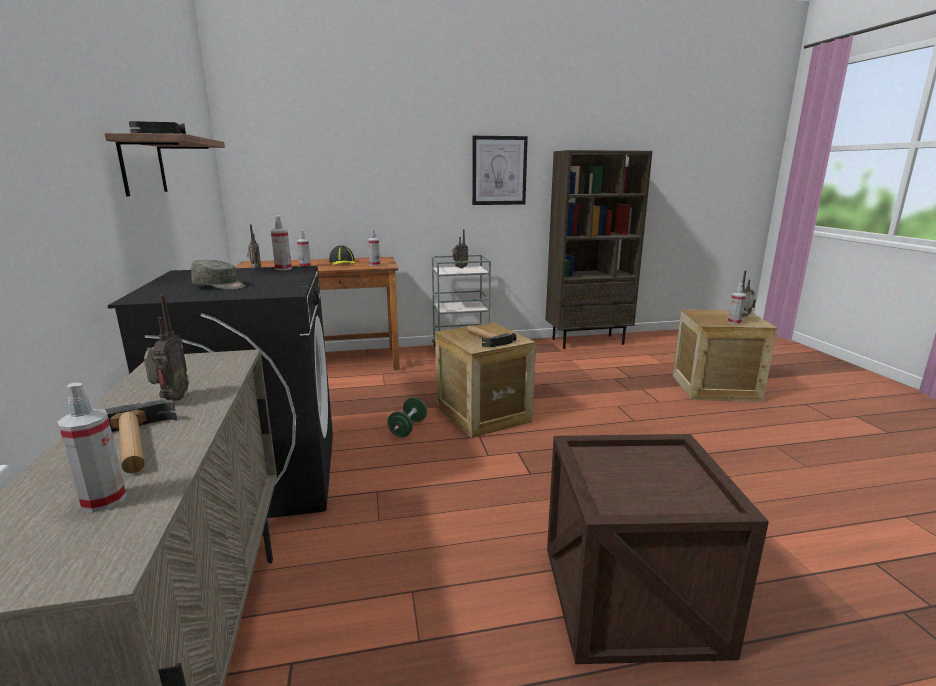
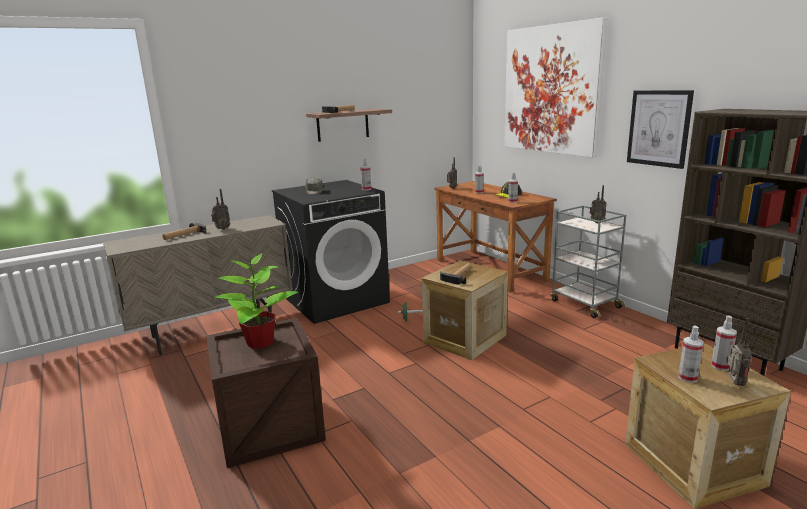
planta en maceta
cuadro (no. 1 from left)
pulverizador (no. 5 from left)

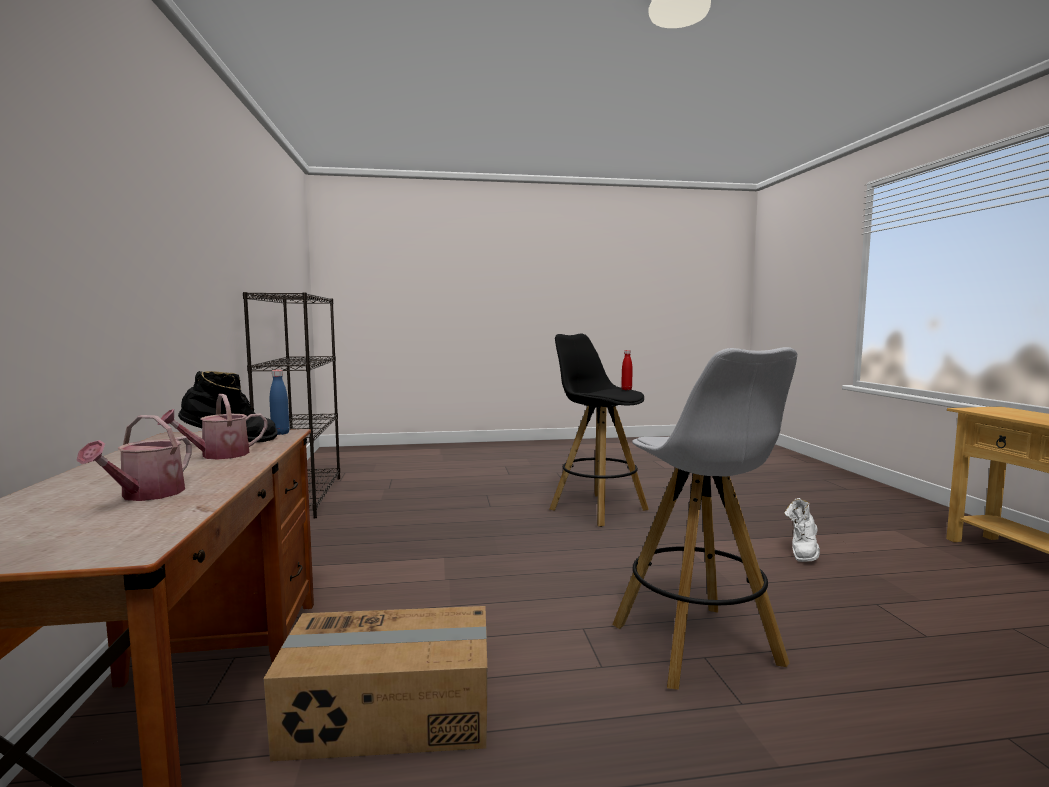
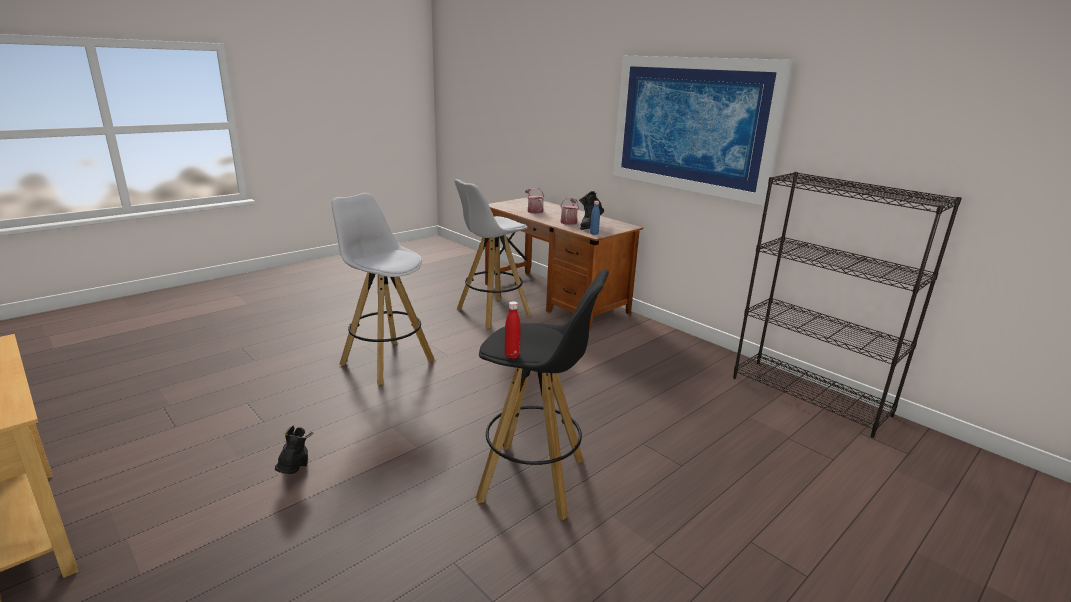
bota [negro] (no. 1 from left)
taburete [blanco] (no. 2 from left)
cuadro

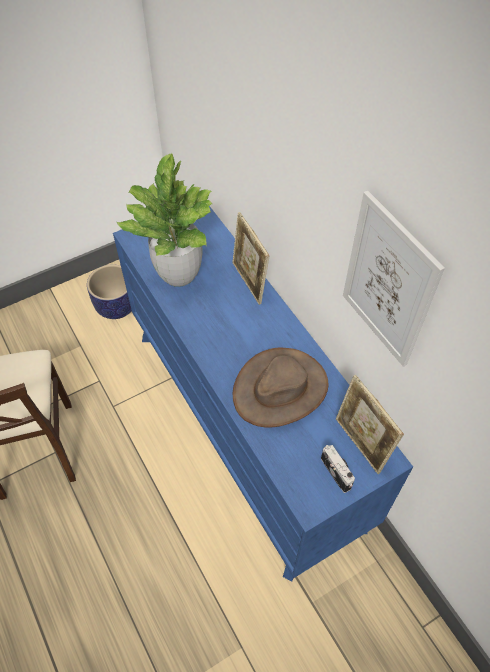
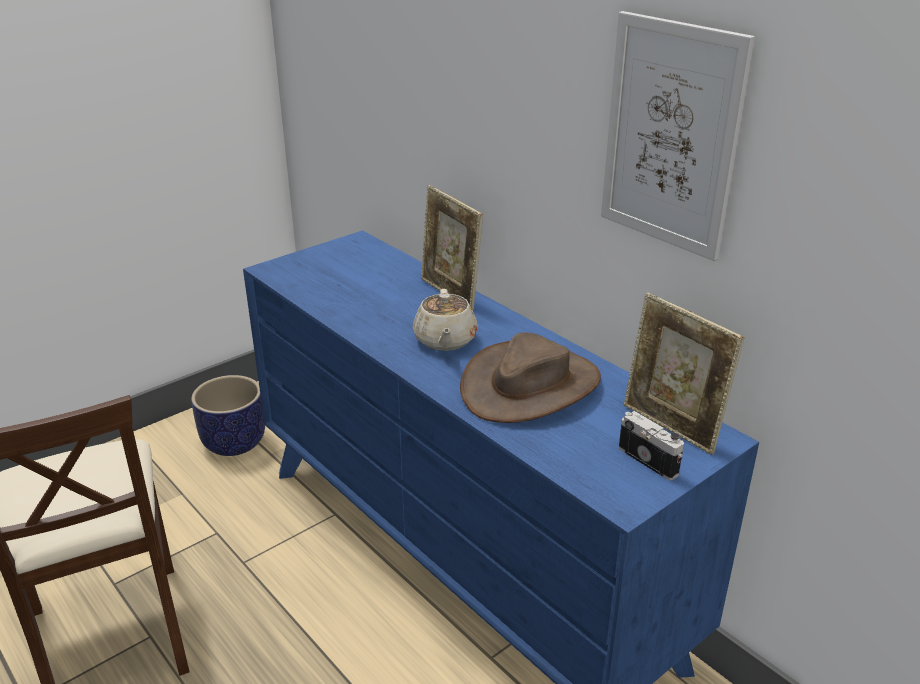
tetera [beis]
planta en maceta

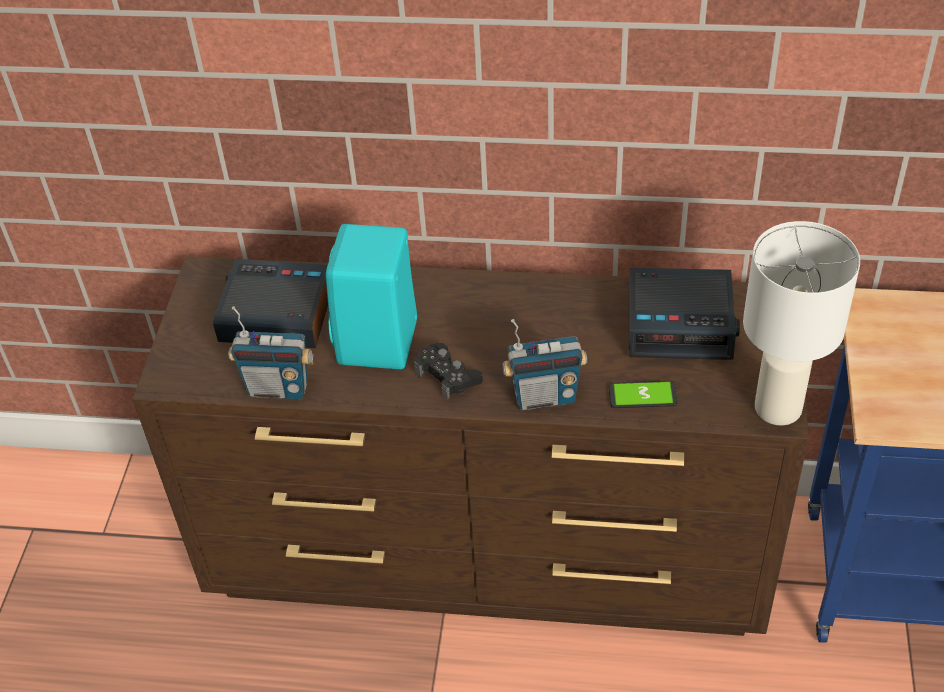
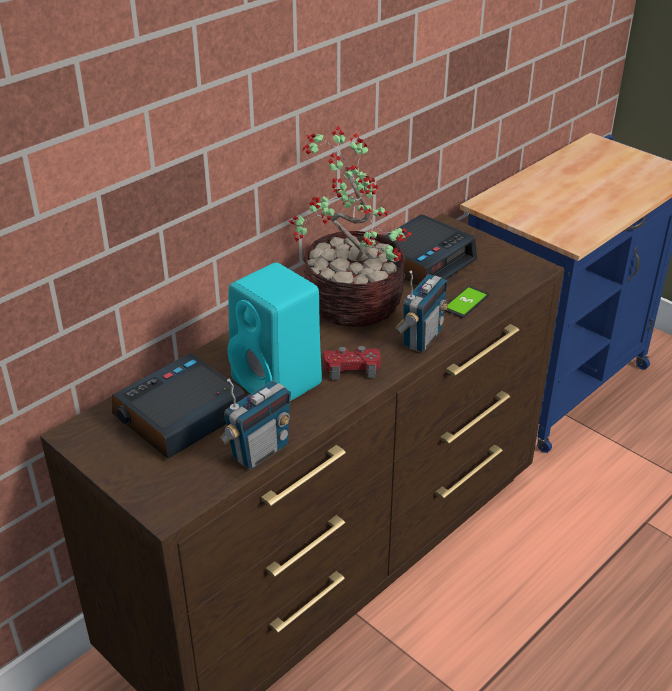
planta en maceta
mando de consola [rojo]
lámpara de mesa [blanco]

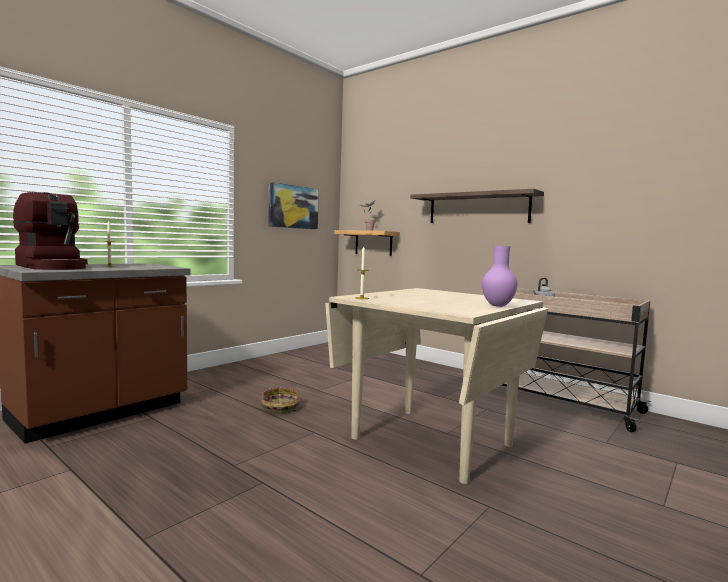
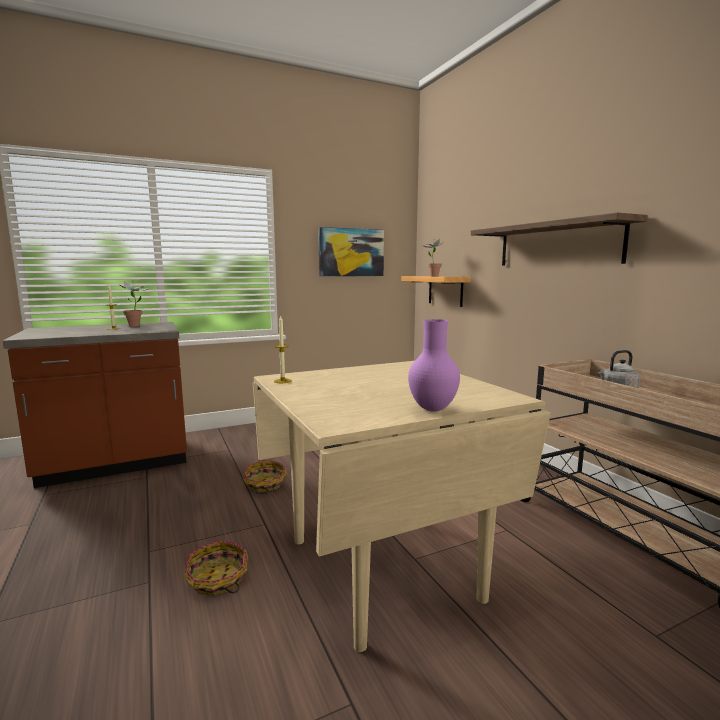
planta en maceta (no. 1 from left)
cesta (no. 1 from left)
cafetera

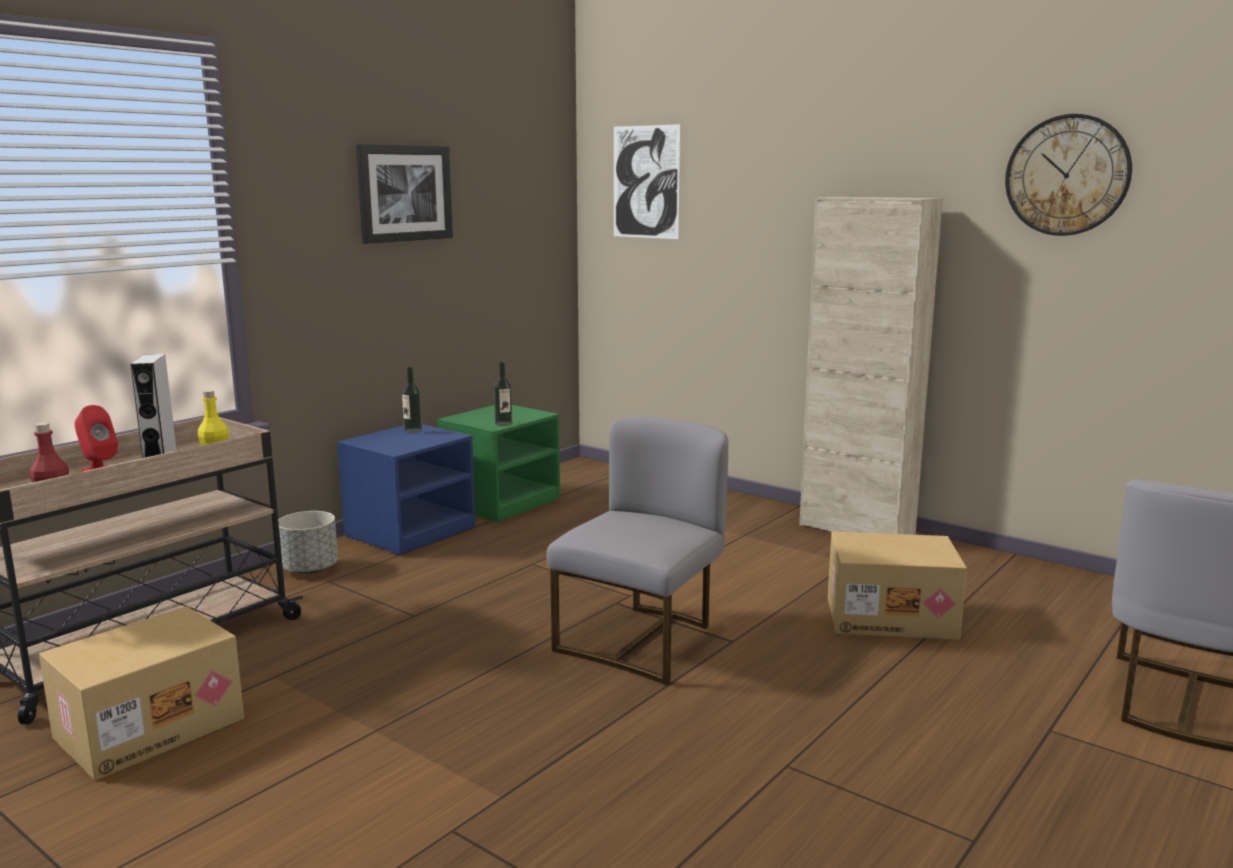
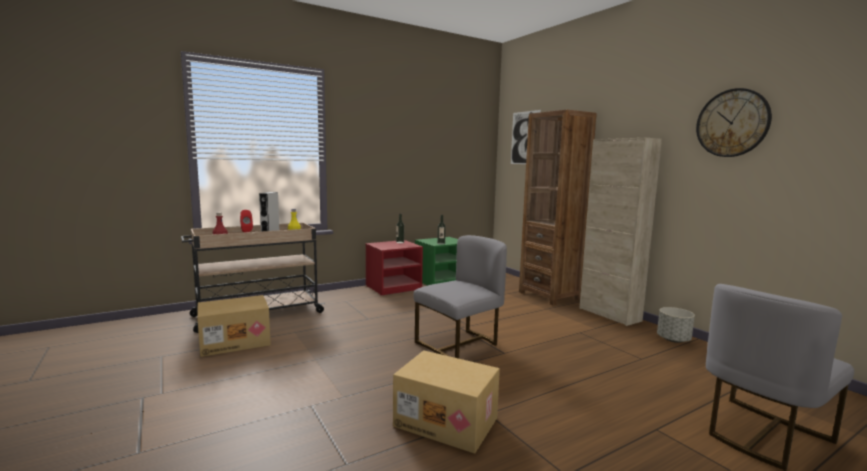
mesita de noche [rojo]
caja de cartón (no. 2 from left)
estantería [marrón]
maceta [gris]
cuadro (no. 1 from left in the first image)

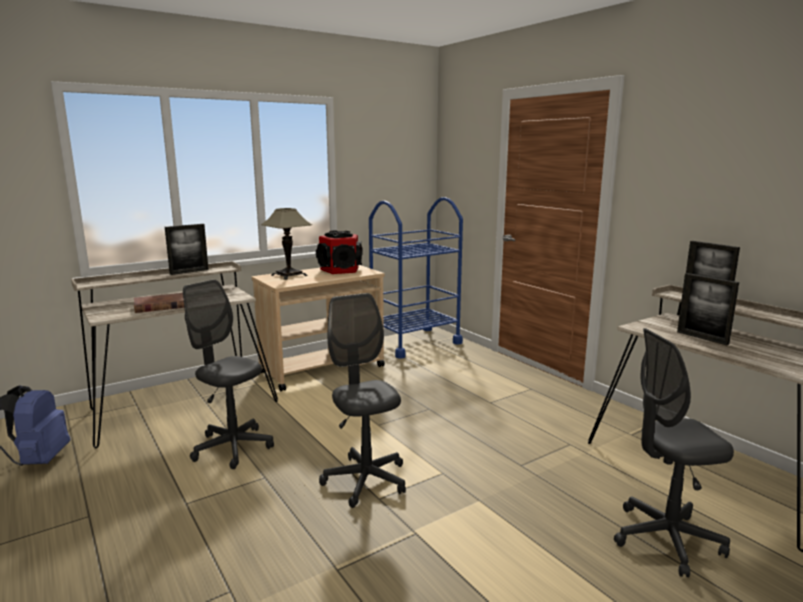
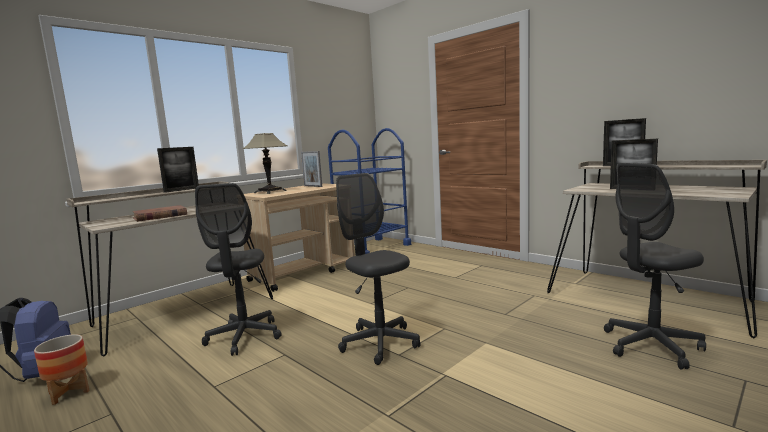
maceta
silla de oficina [gris] (no. 1 from left)
portarretratos (no. 2 from left)

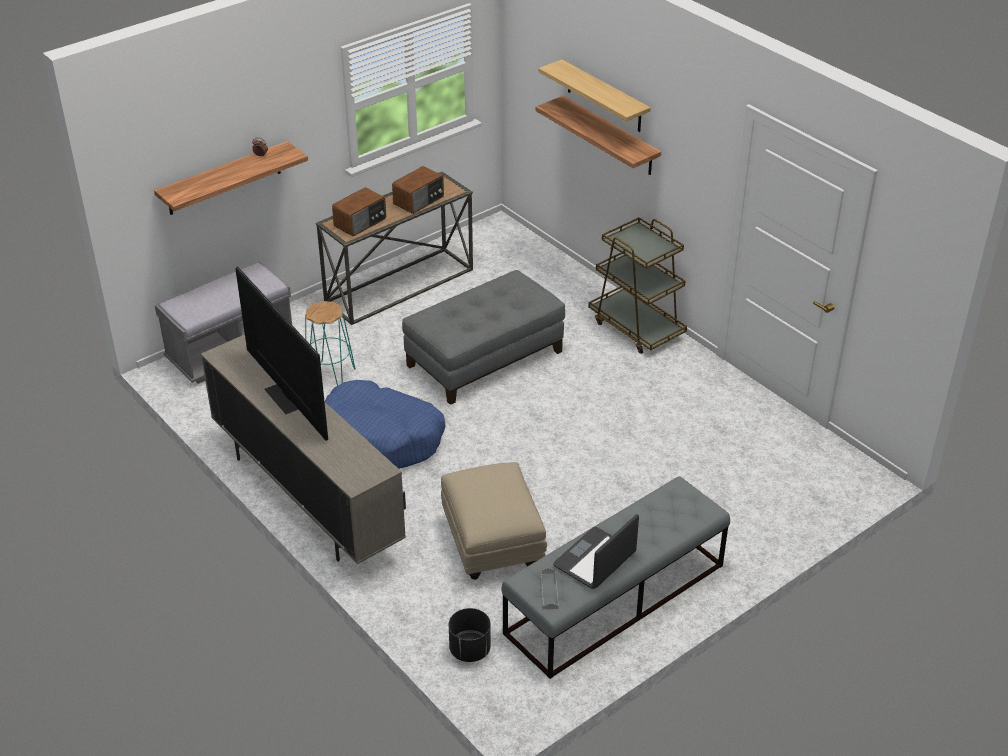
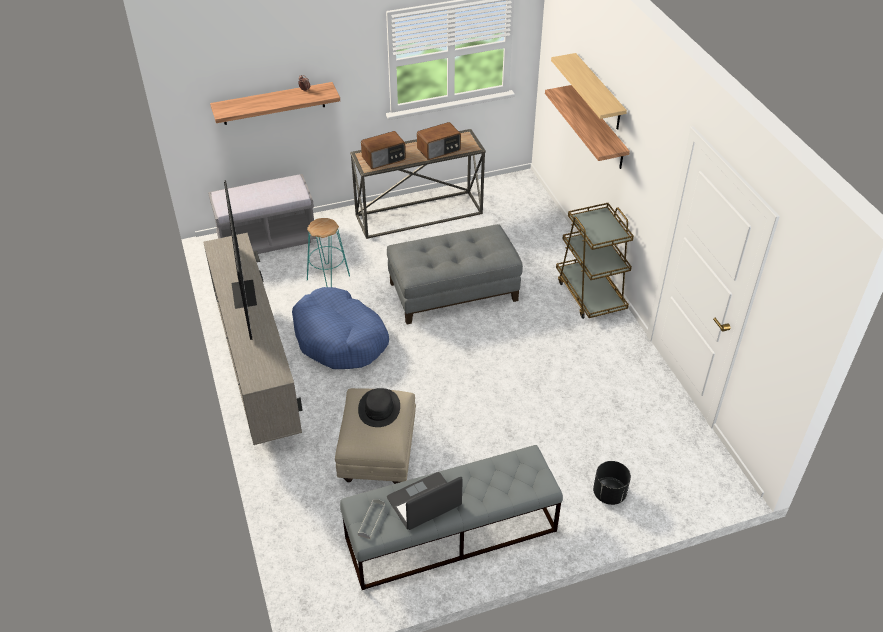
sombrero [negro]
maceta [negro]

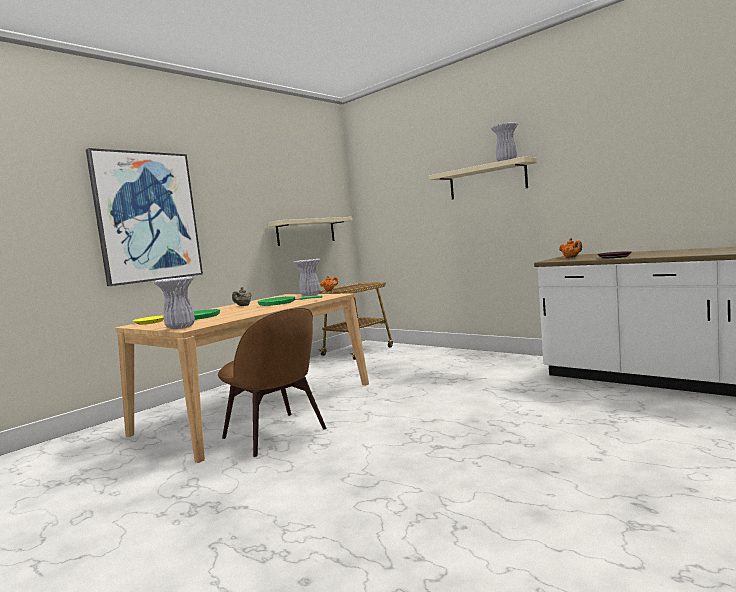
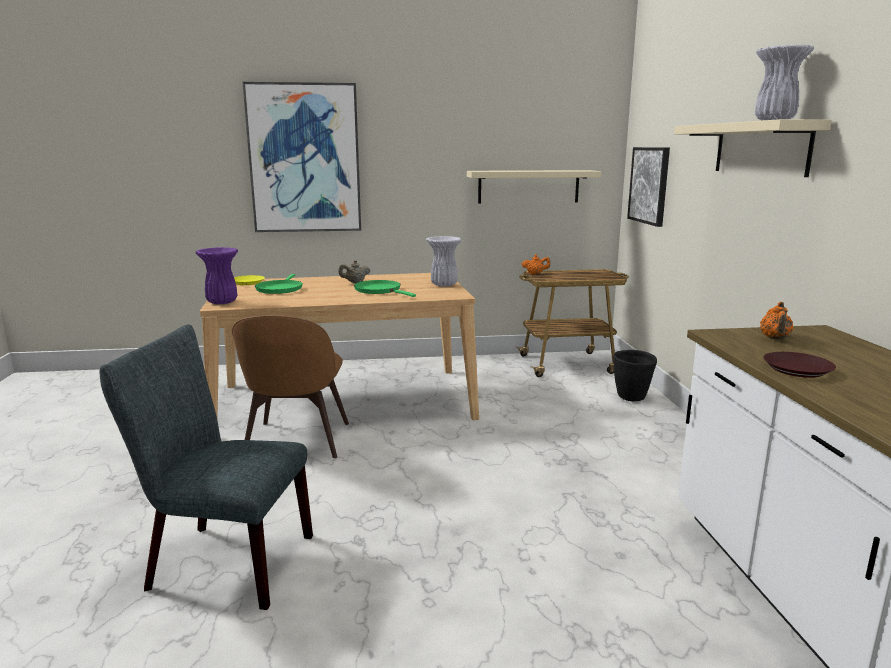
silla [gris]
florero [morado]
maceta [negro]
cuadro (no. 2 from left)

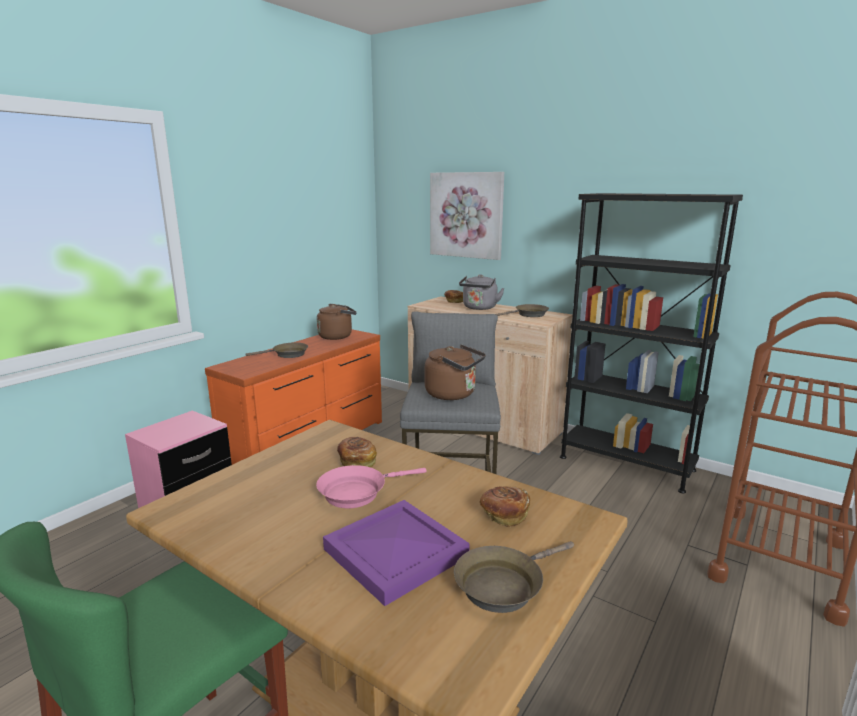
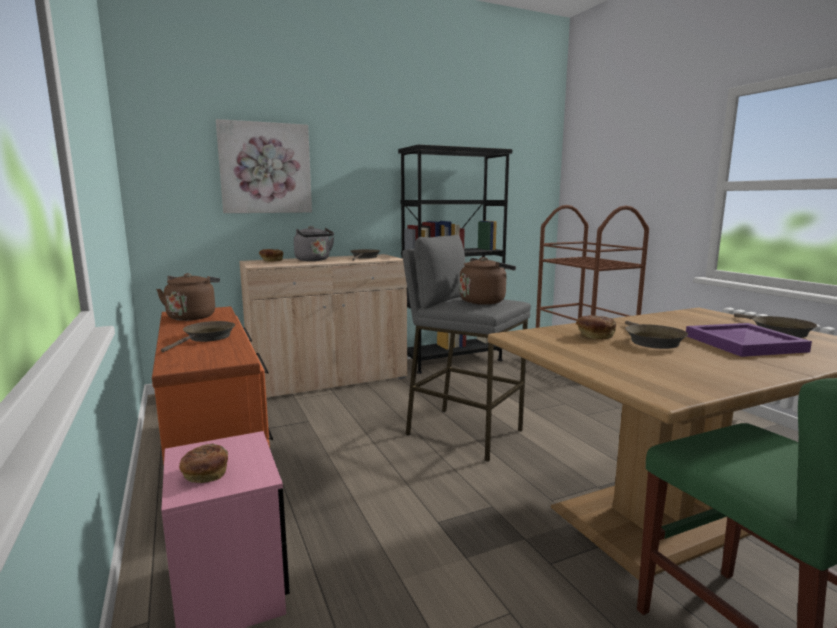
pan (no. 1 from left)
sartén [marrón] (no. 3 from left)

